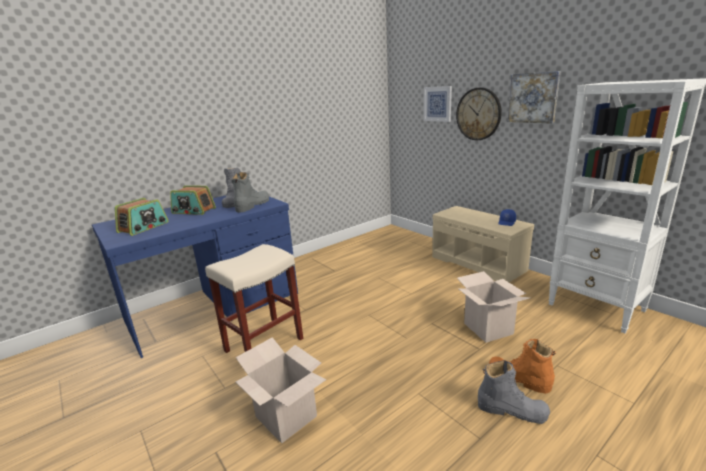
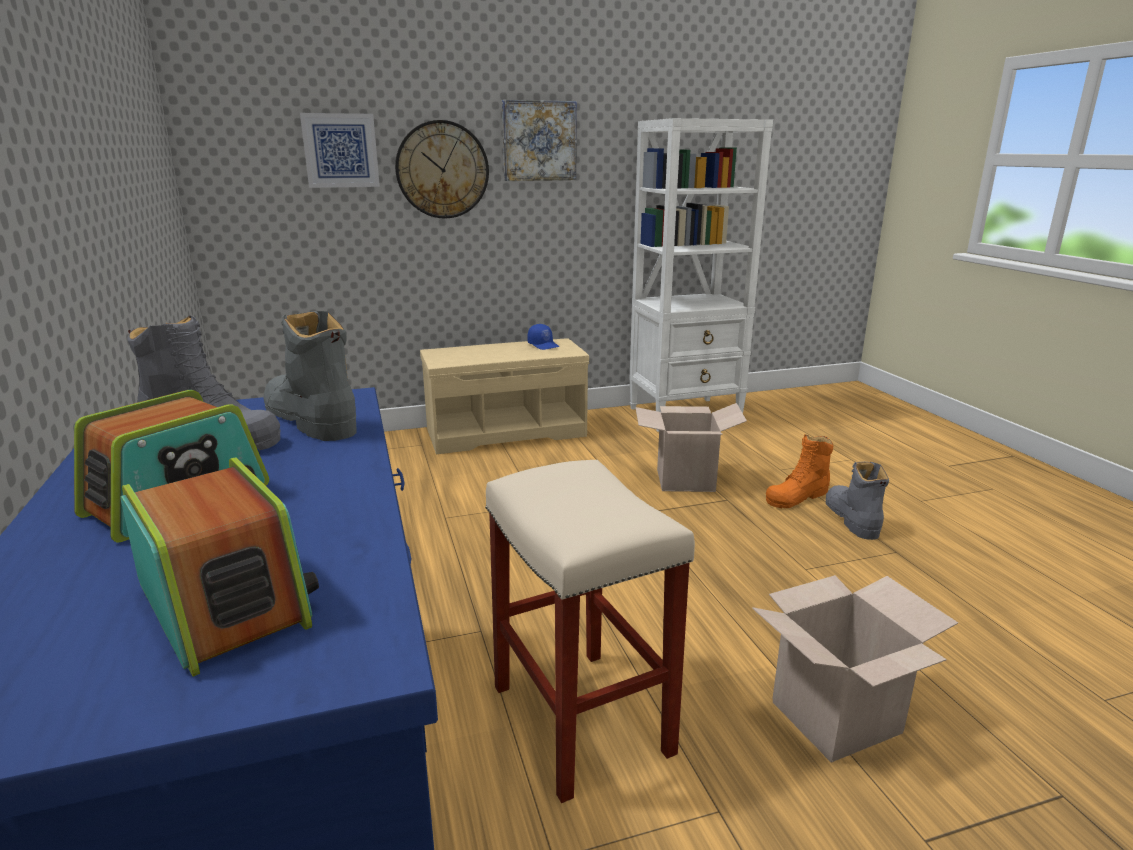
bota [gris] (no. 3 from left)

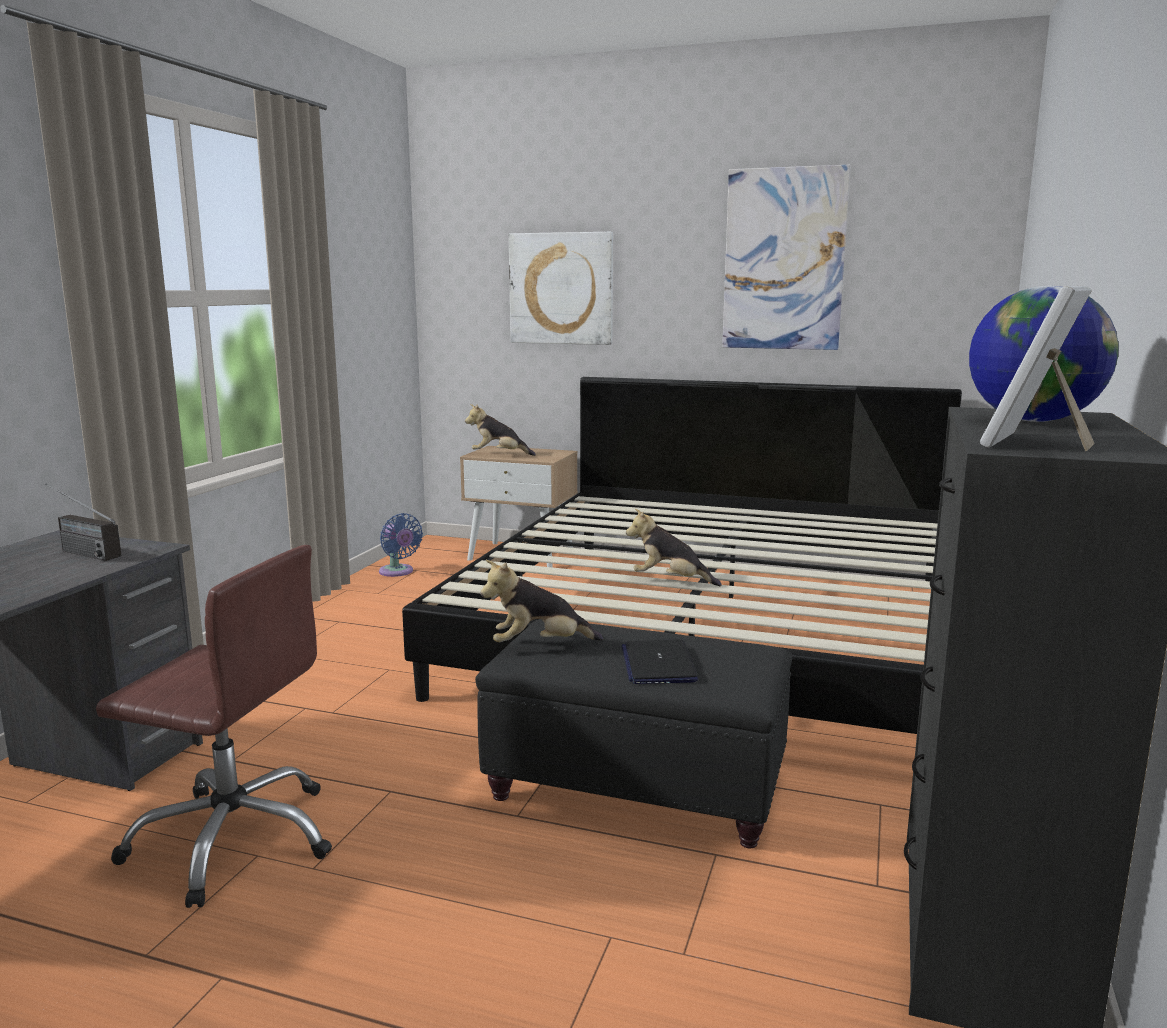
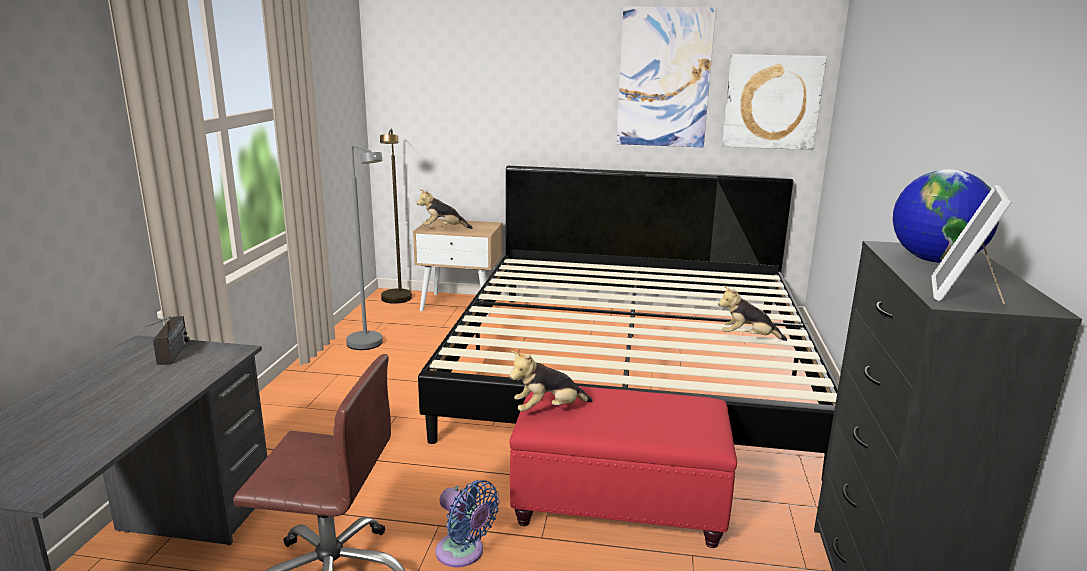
radio
lámpara de pie [gris]
lámpara de pie [marrón]
ventilador [azul]
puf [rojo]
peluche (no. 3 from left)
cuadro (no. 2 from left)
portátil

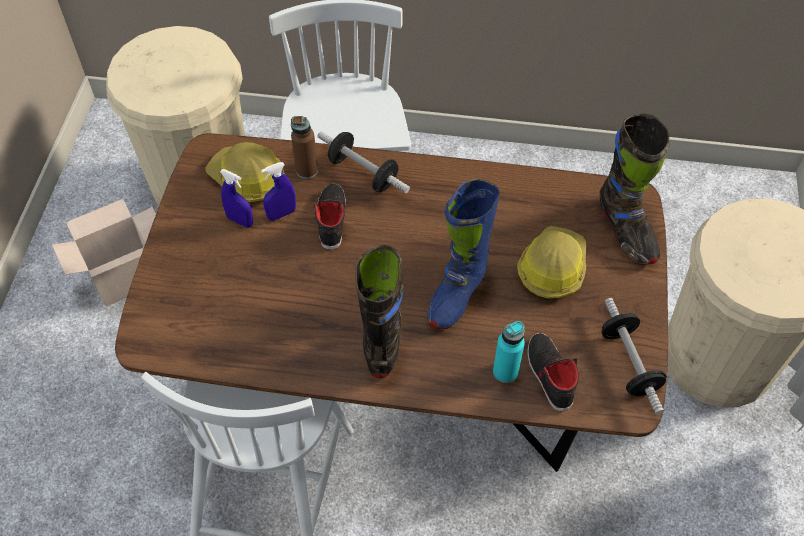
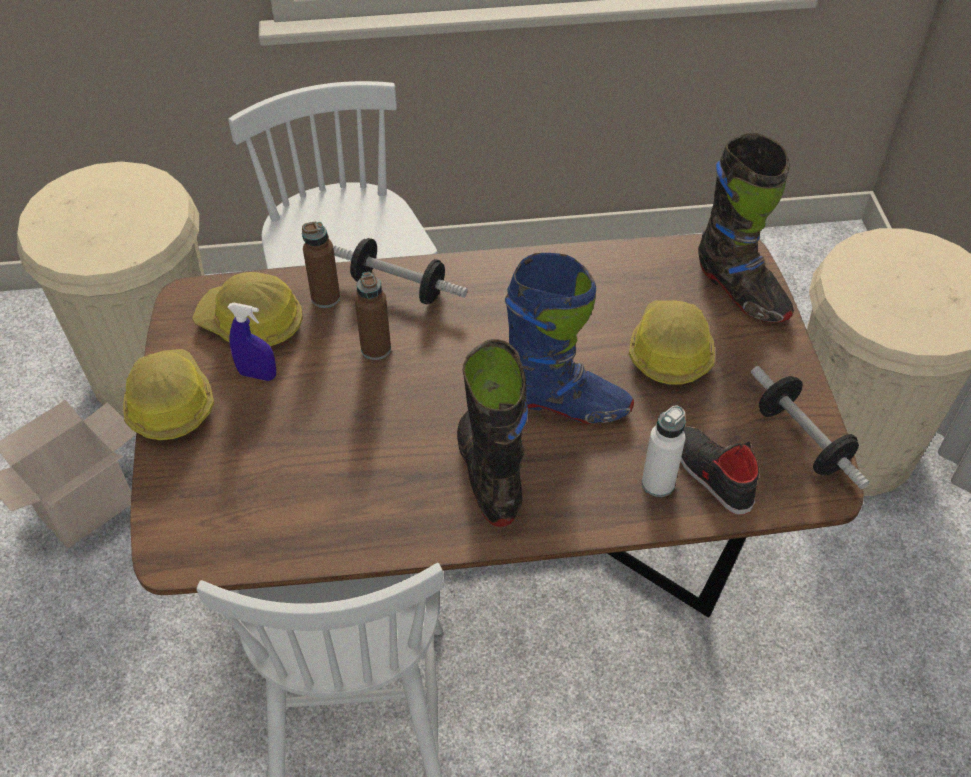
casco (no. 1 from left)
botella [marrón] (no. 2 from left)
bota [azul]
botella [blanco]
pulverizador [azul] (no. 2 from left in the first image)

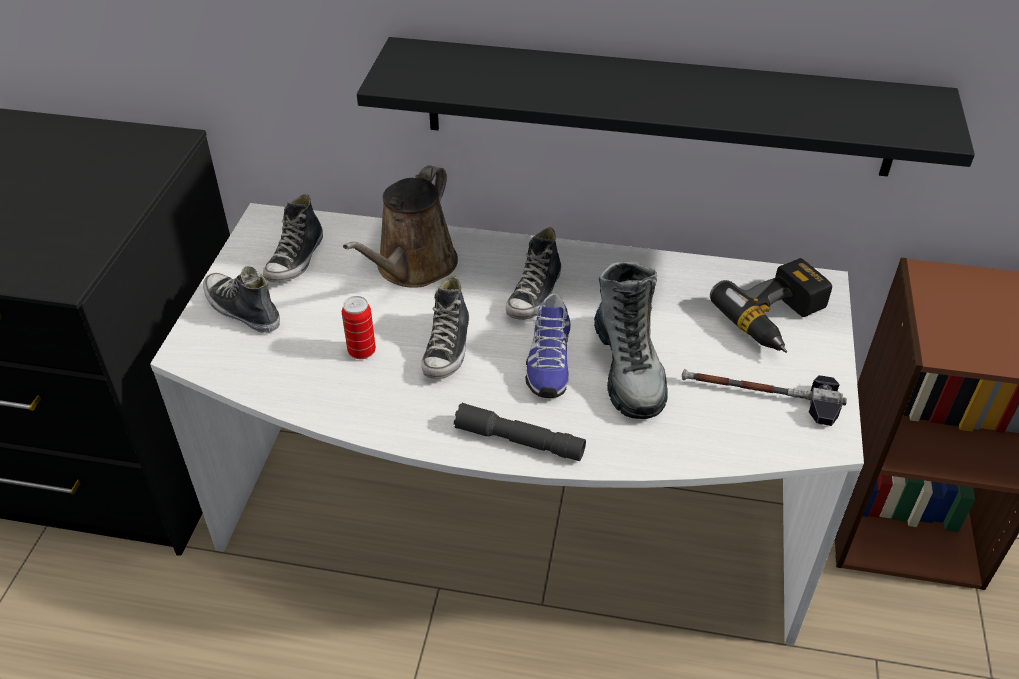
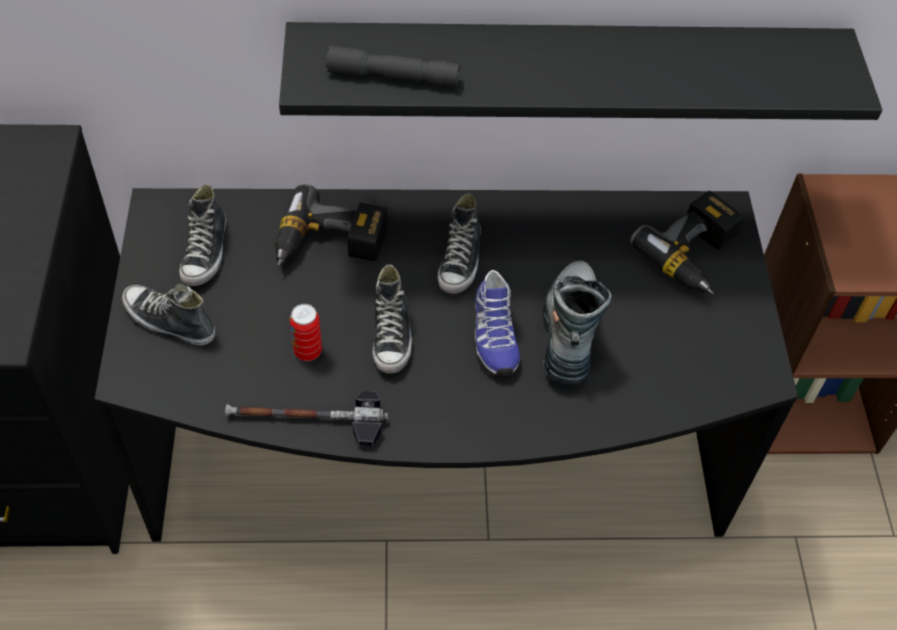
escritorio [negro]
martillo
taladro (no. 1 from left)
linterna [gris]
bota

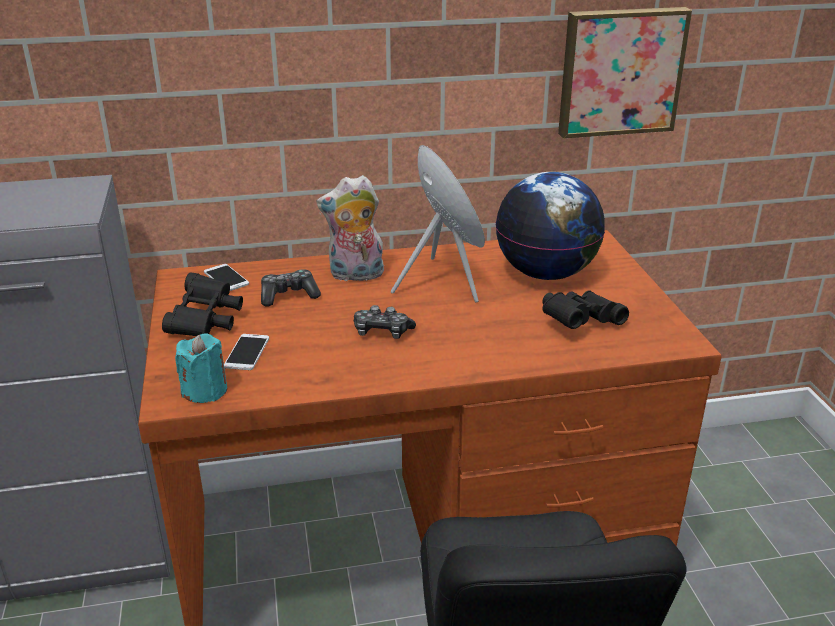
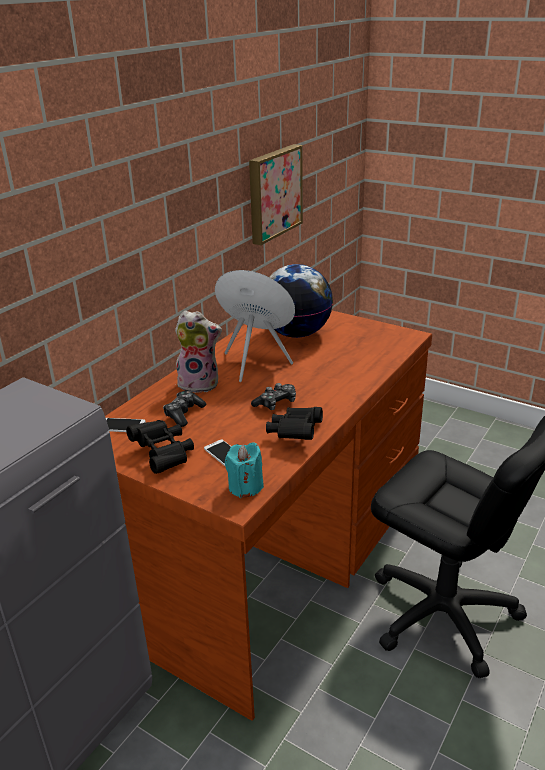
peluche
prismáticos [negro] (no. 2 from left)

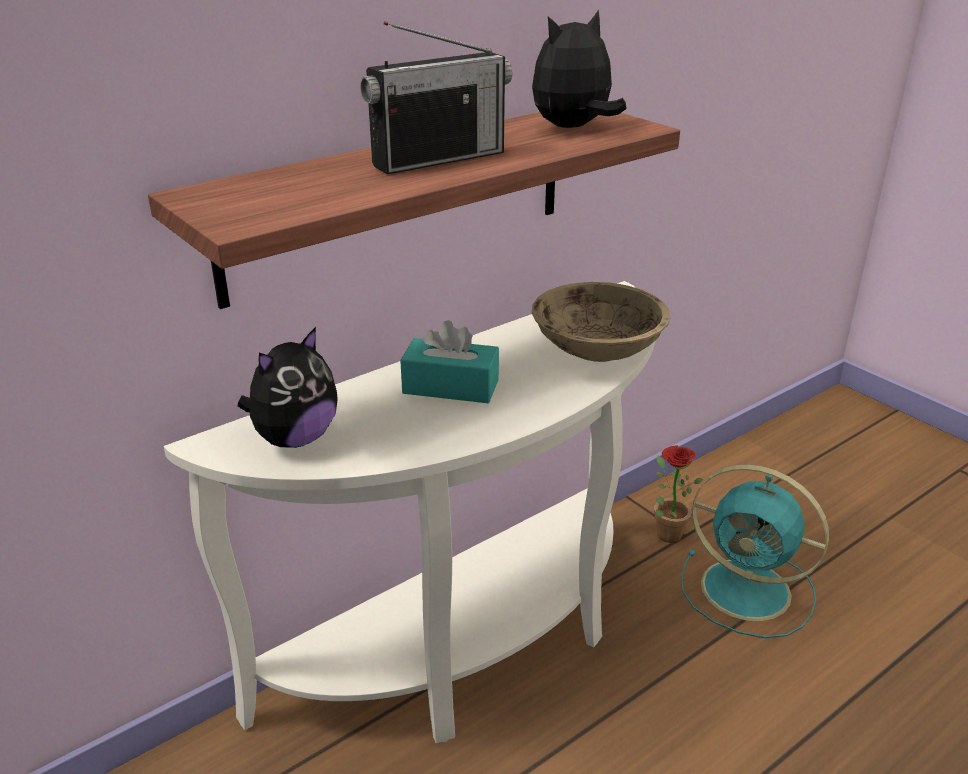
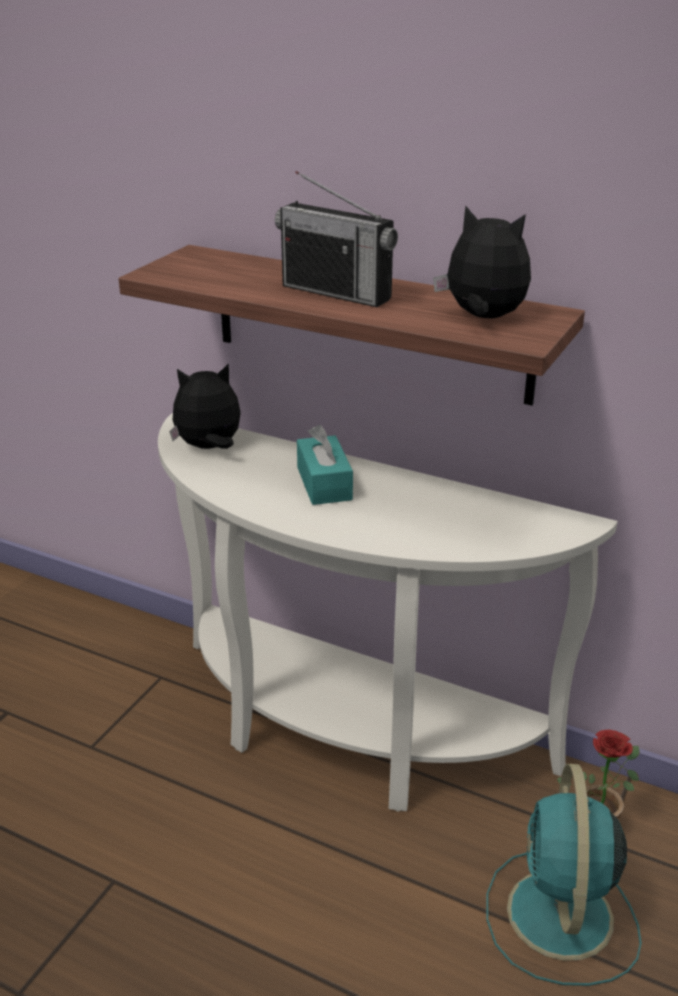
peluche (no. 1 from left)
cuenco [beis]

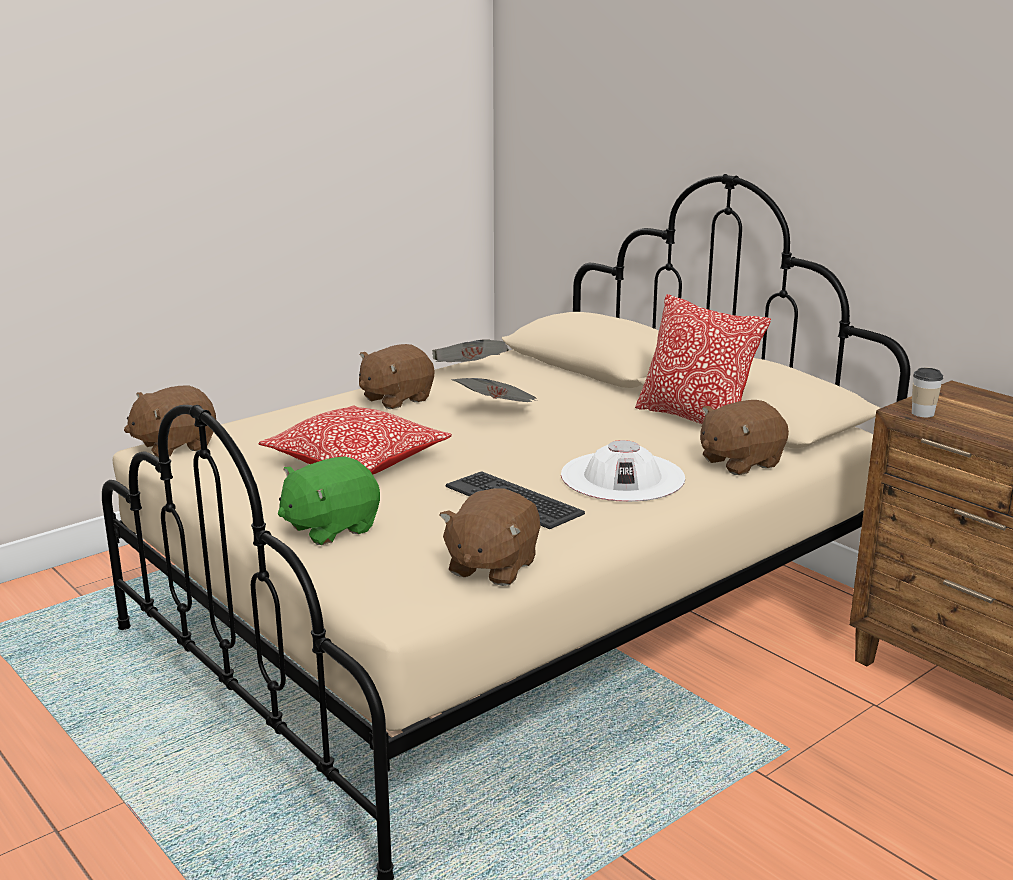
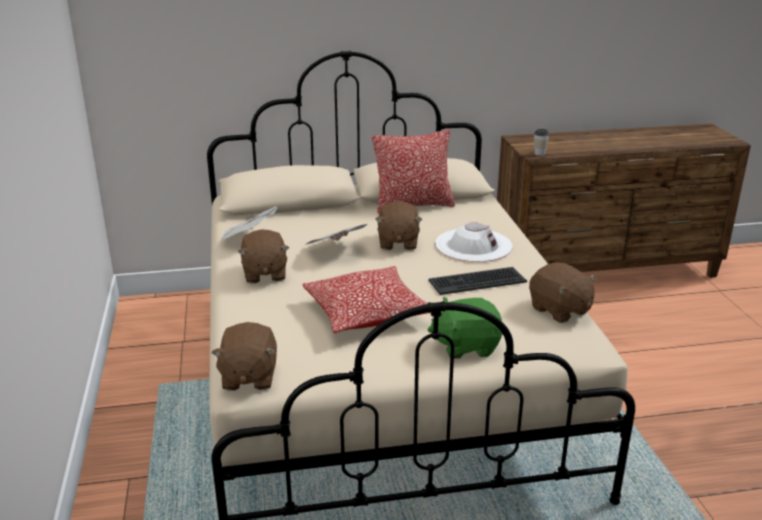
peluche [marrón] (no. 3 from left)
peluche [verde]

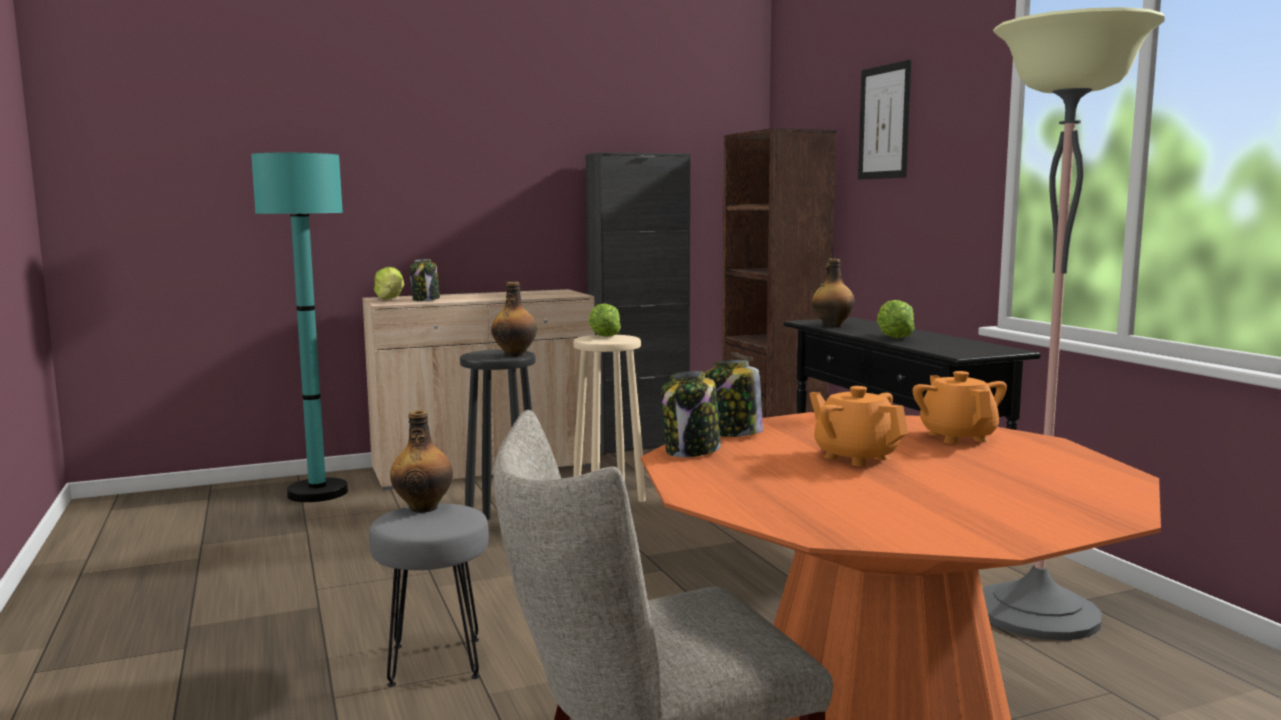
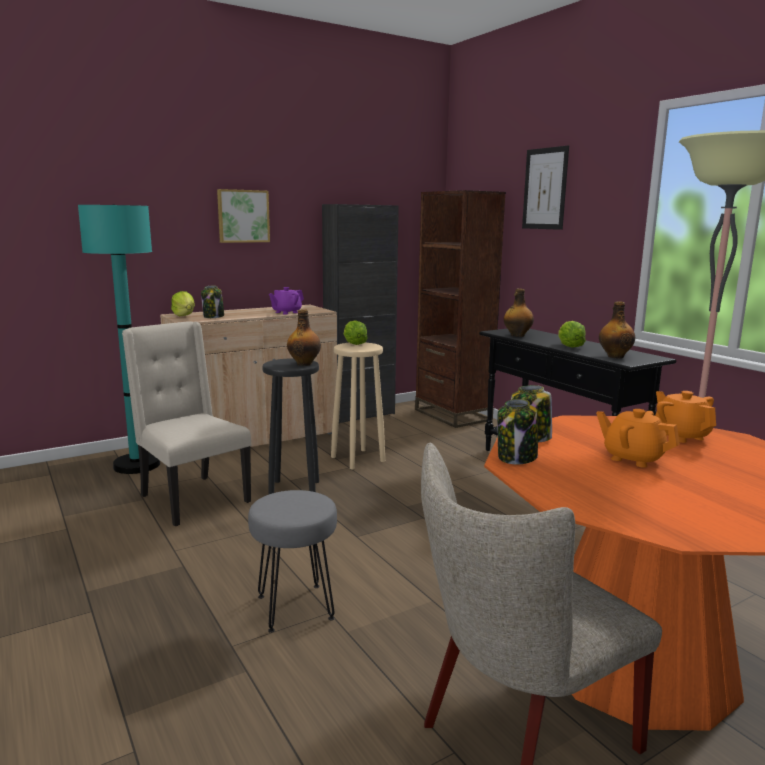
silla [beis] (no. 1 from left)
cuadro (no. 1 from left)
tetera [morado]
botella (no. 3 from left)

